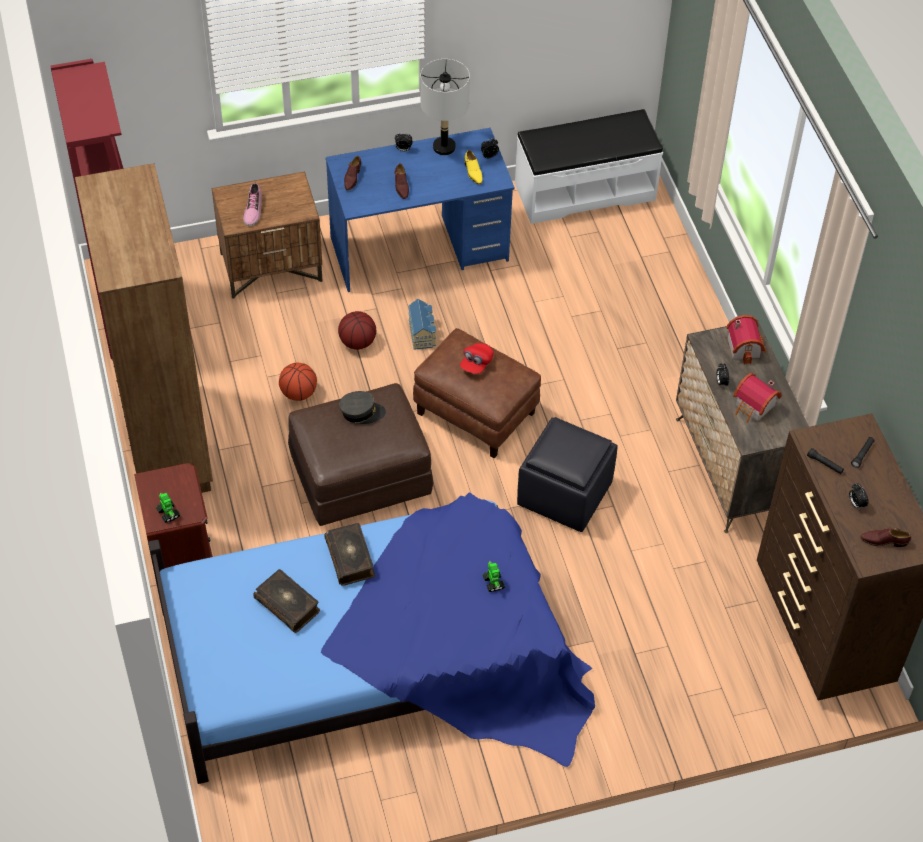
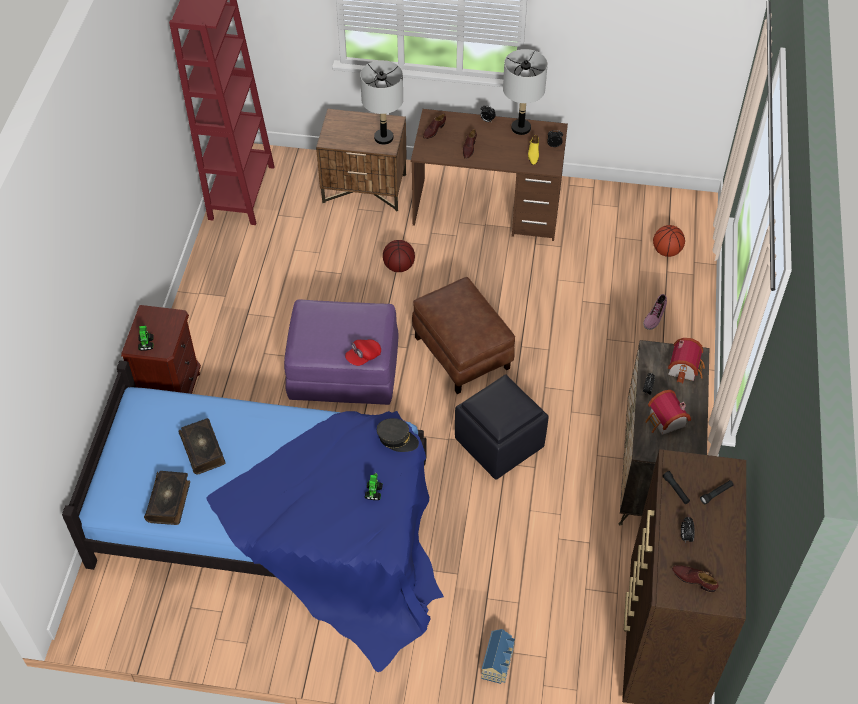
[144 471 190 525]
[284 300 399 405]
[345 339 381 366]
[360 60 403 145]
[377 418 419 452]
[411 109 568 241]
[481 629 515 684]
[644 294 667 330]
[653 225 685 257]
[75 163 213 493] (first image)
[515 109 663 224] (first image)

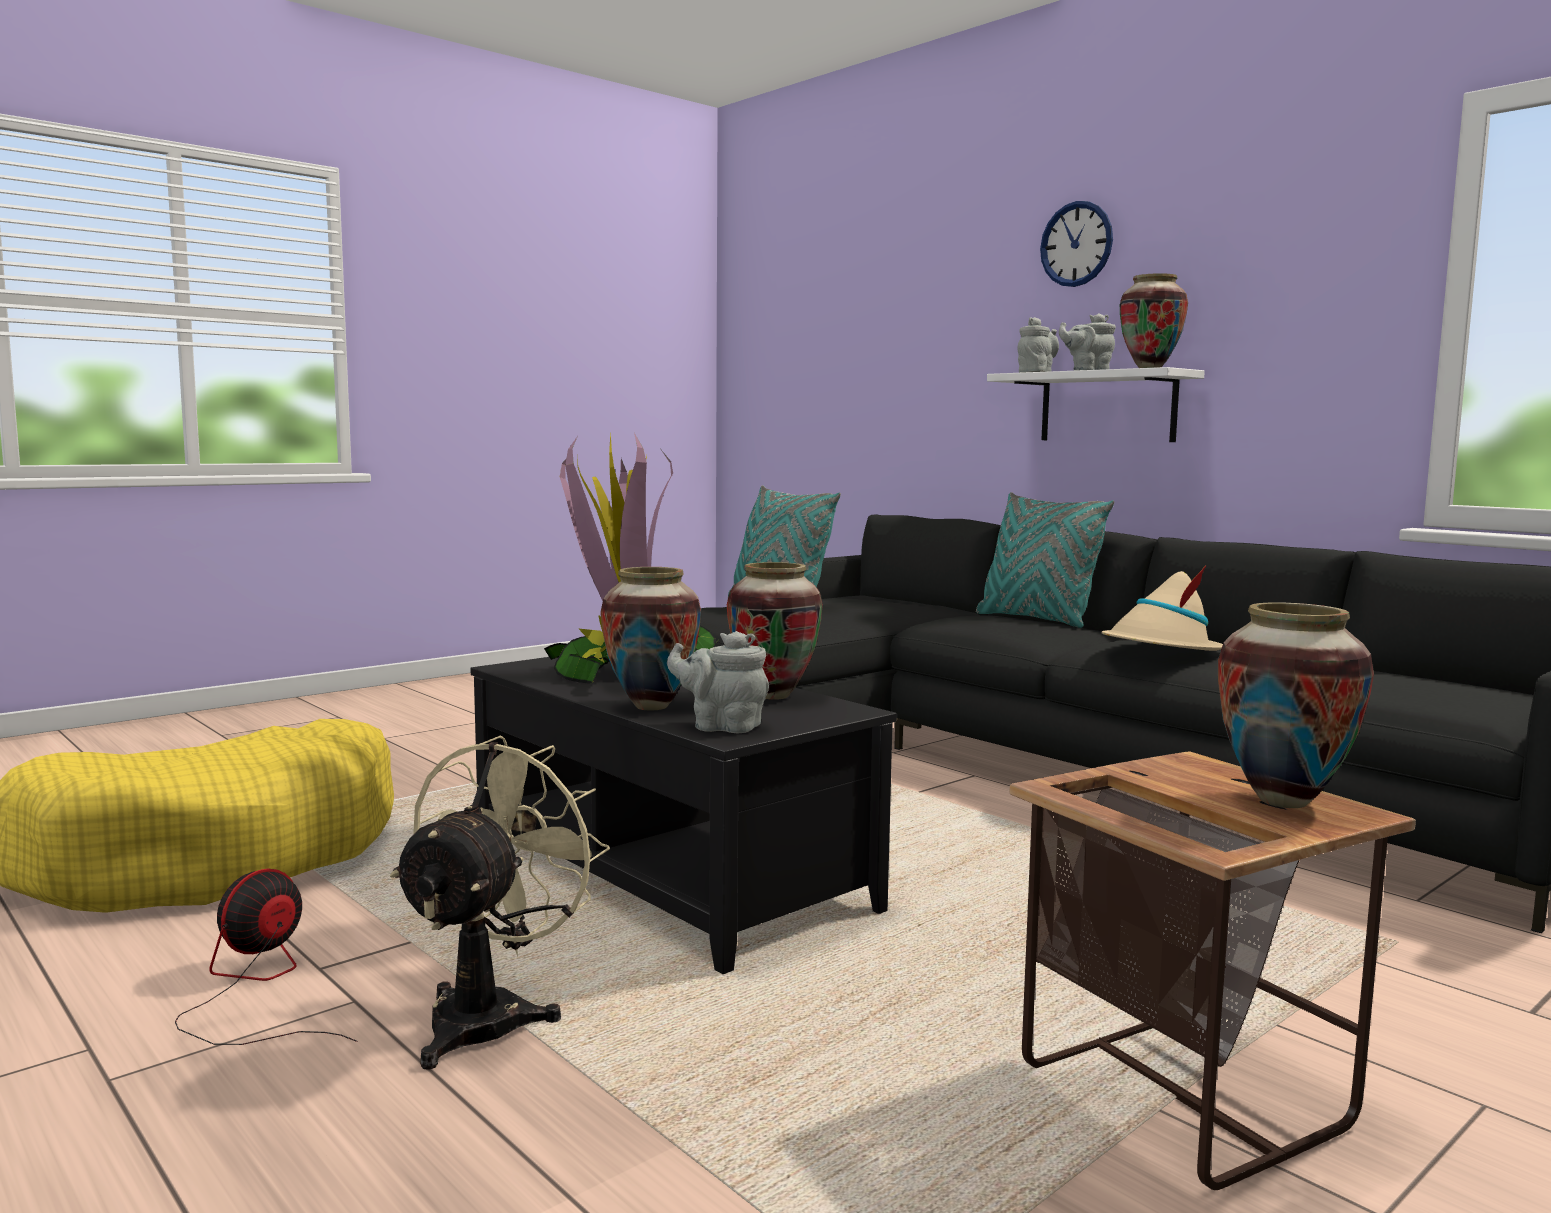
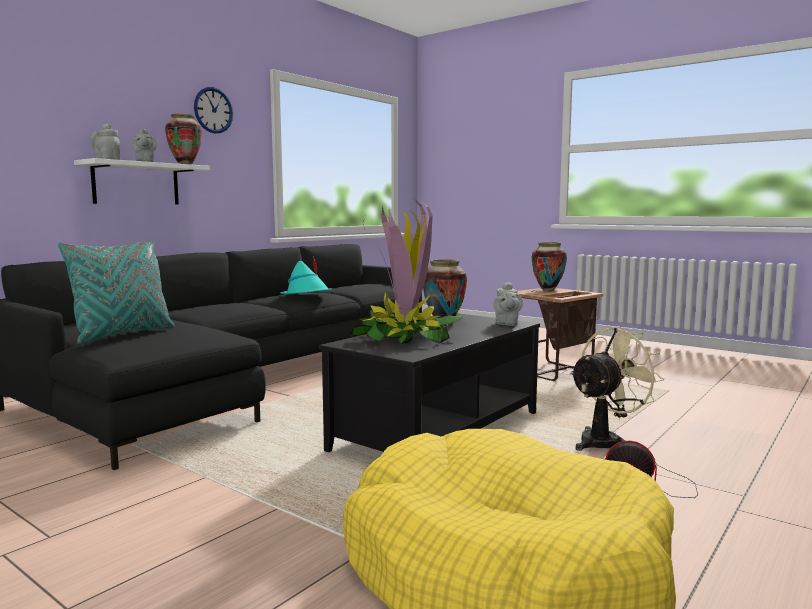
[194 87 233 134]
[280 256 332 295]
[570 327 665 451]
[600 567 701 710] (first image)
[976 492 1114 628] (first image)

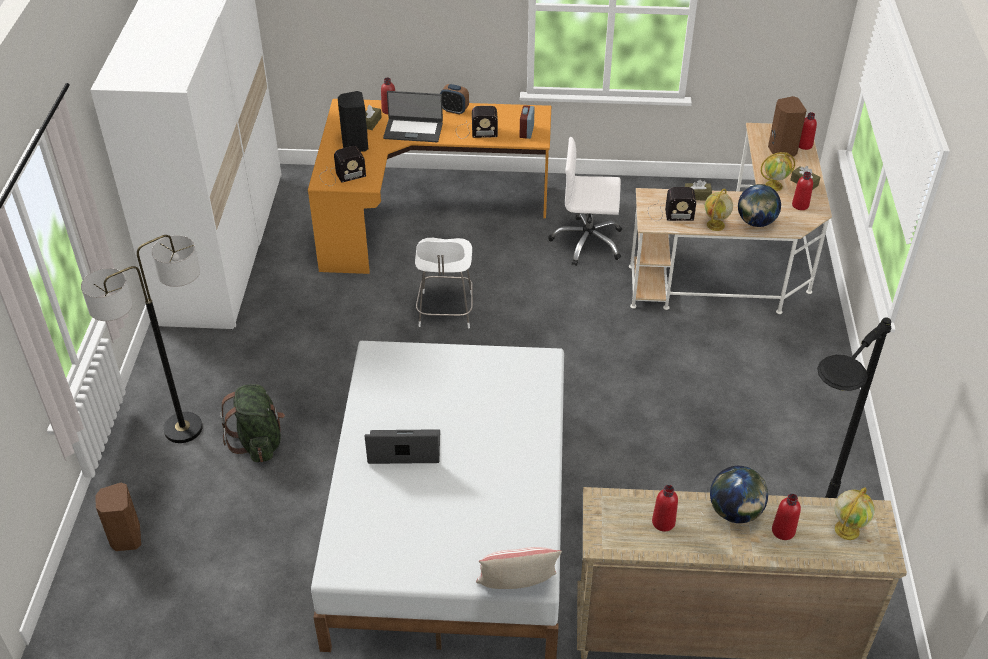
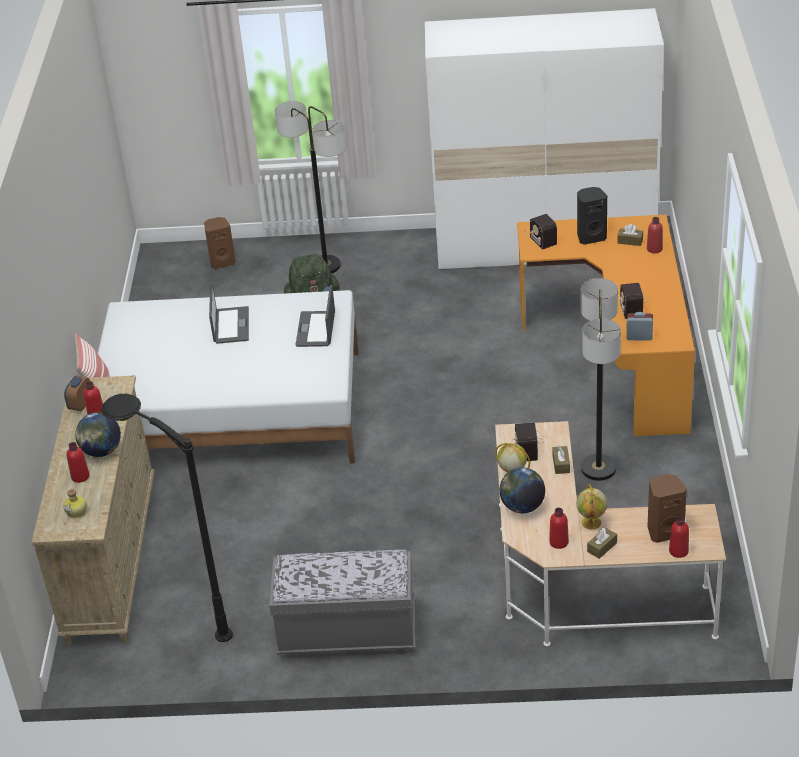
[63 489 87 518]
[64 376 90 411]
[269 550 415 658]
[296 285 335 347]
[581 278 621 481]
[415 238 473 328] (first image)

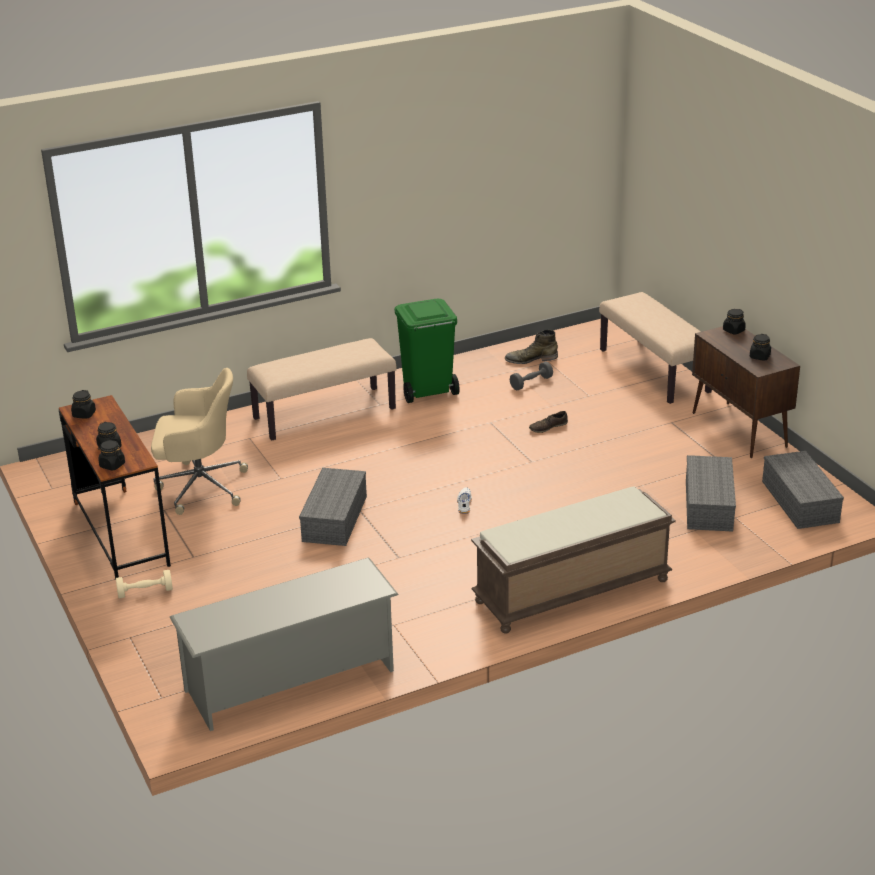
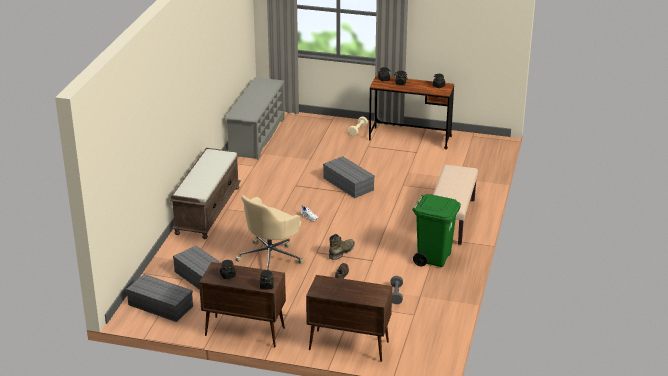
[235 195 304 270]
[306 275 392 362]
[329 234 355 260]

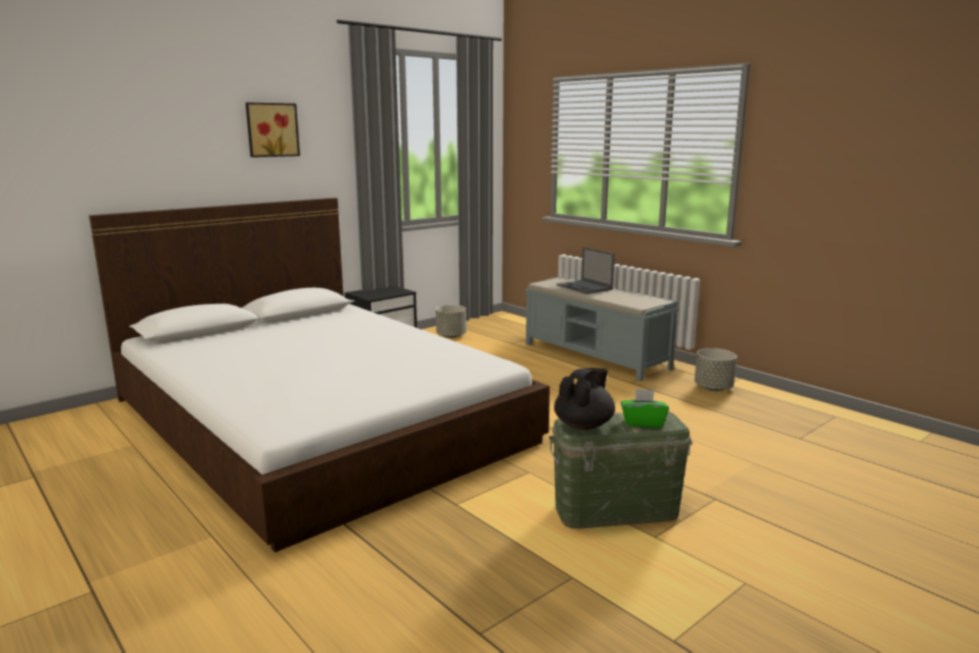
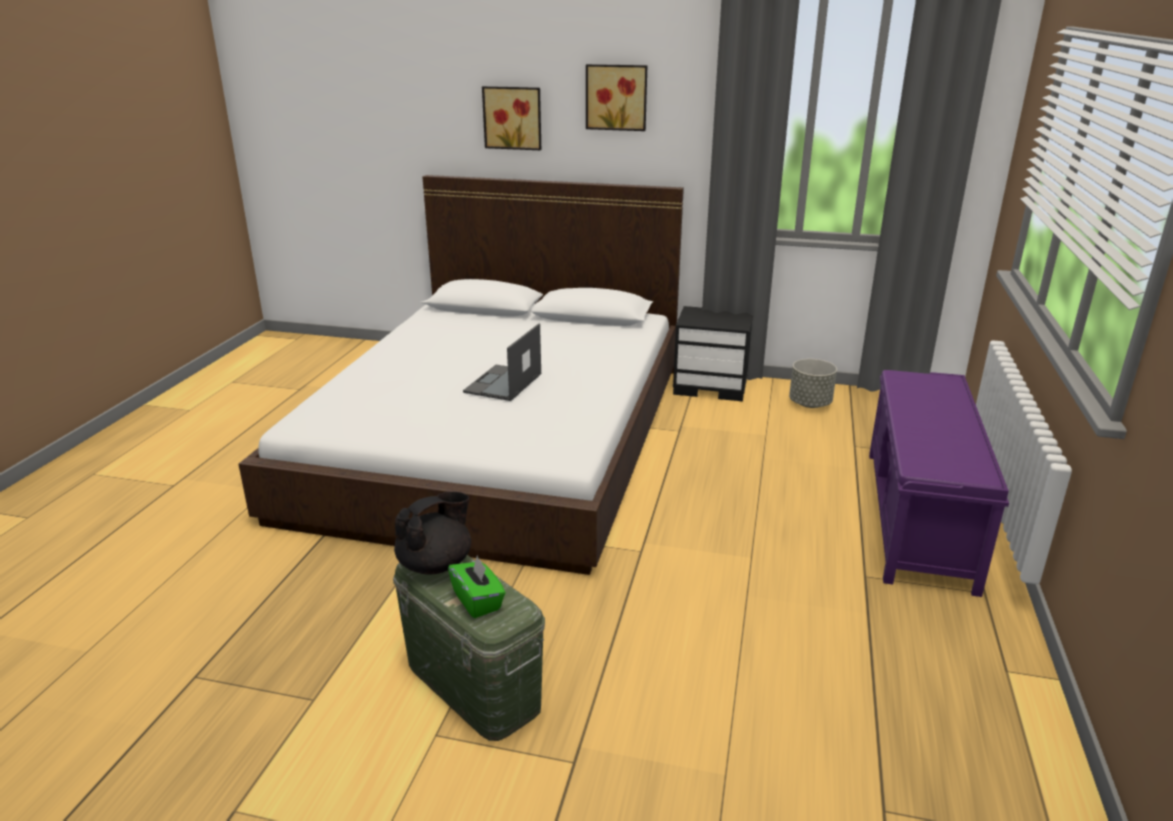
[394 492 471 574]
[463 324 541 401]
[482 86 541 150]
[869 370 1009 597]
[694 348 737 391] (first image)

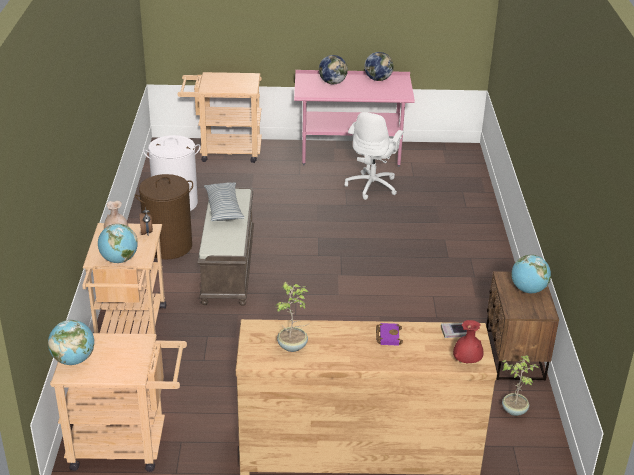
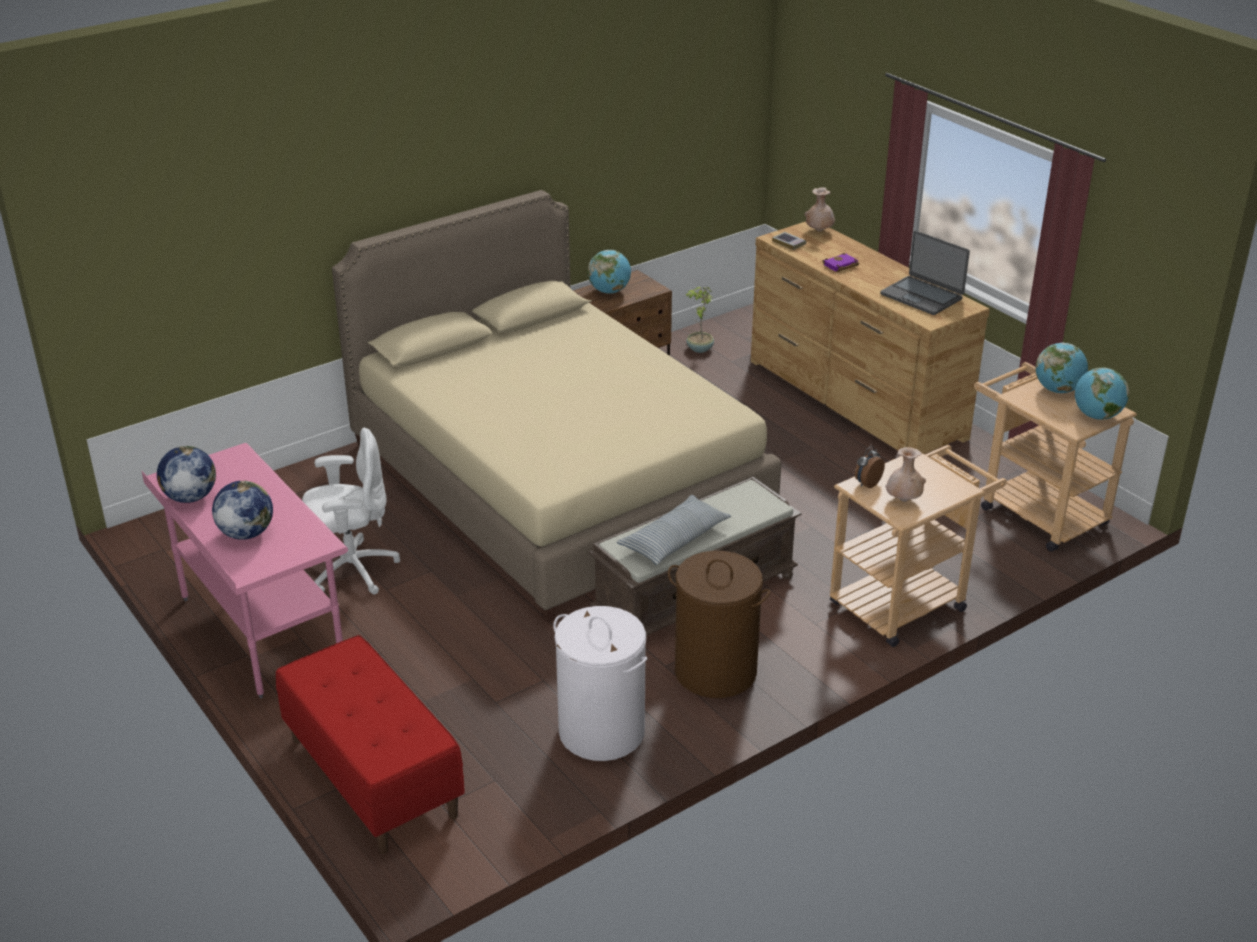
[276 635 465 854]
[332 190 781 623]
[805 187 835 232]
[880 231 970 315]
[1035 342 1088 393]

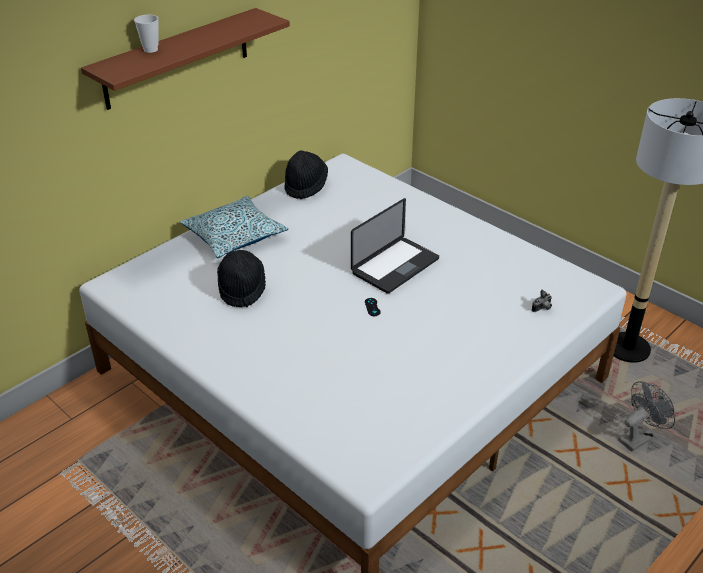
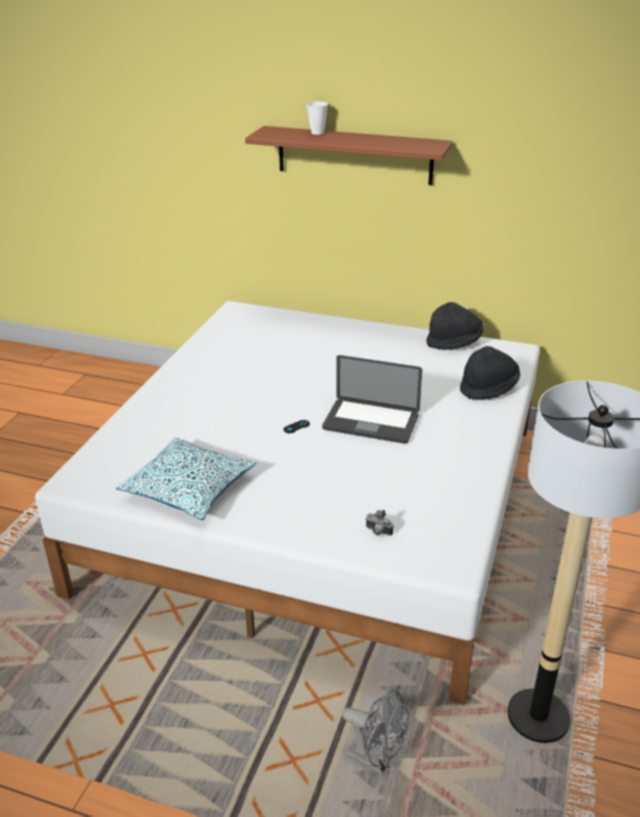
[116 437 257 520]
[460 346 520 400]

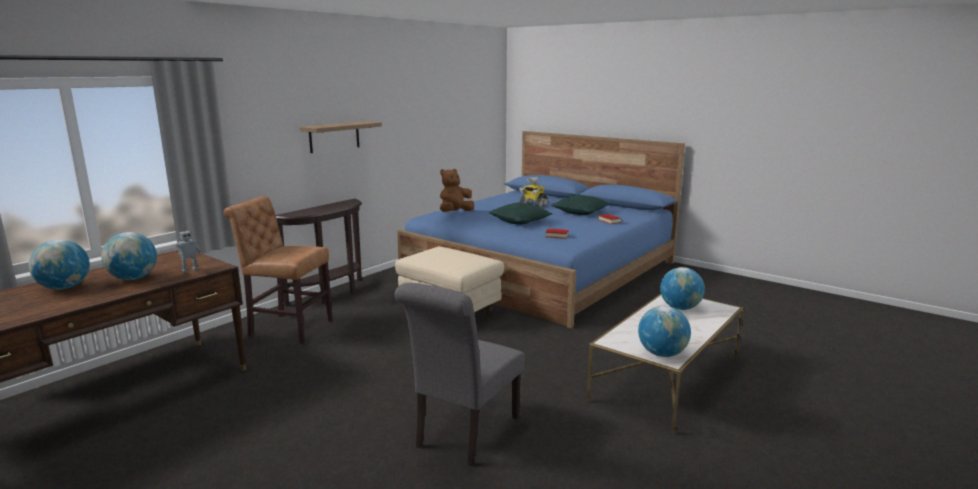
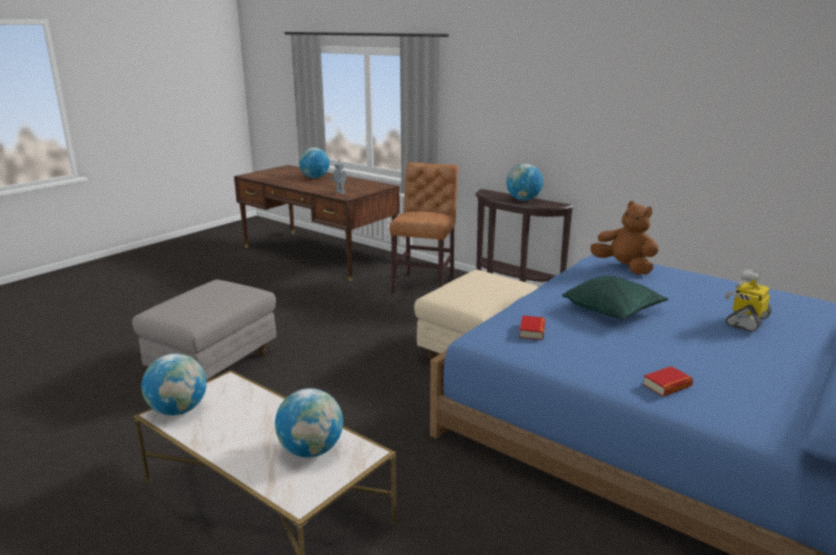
[132 279 276 381]
[506 164 543 201]
[300 121 382 153] (first image)
[551 195 611 215] (first image)

